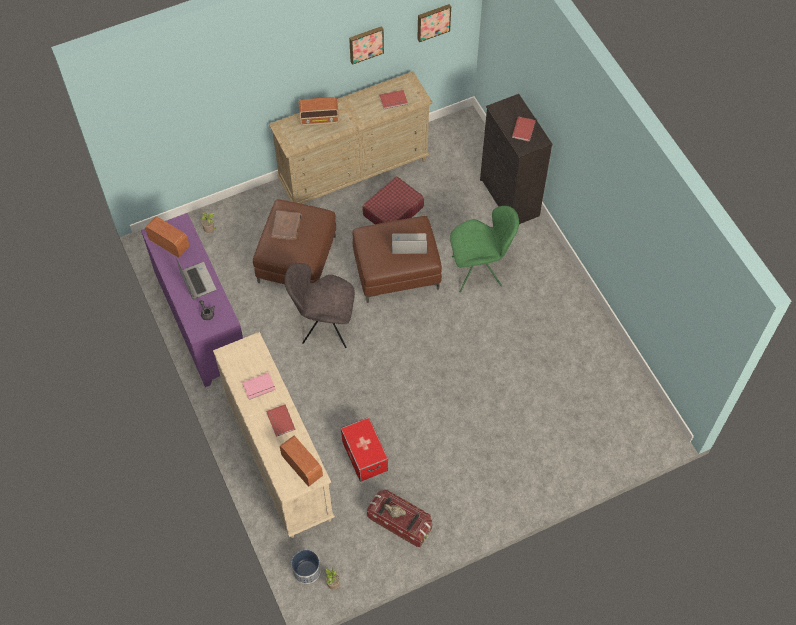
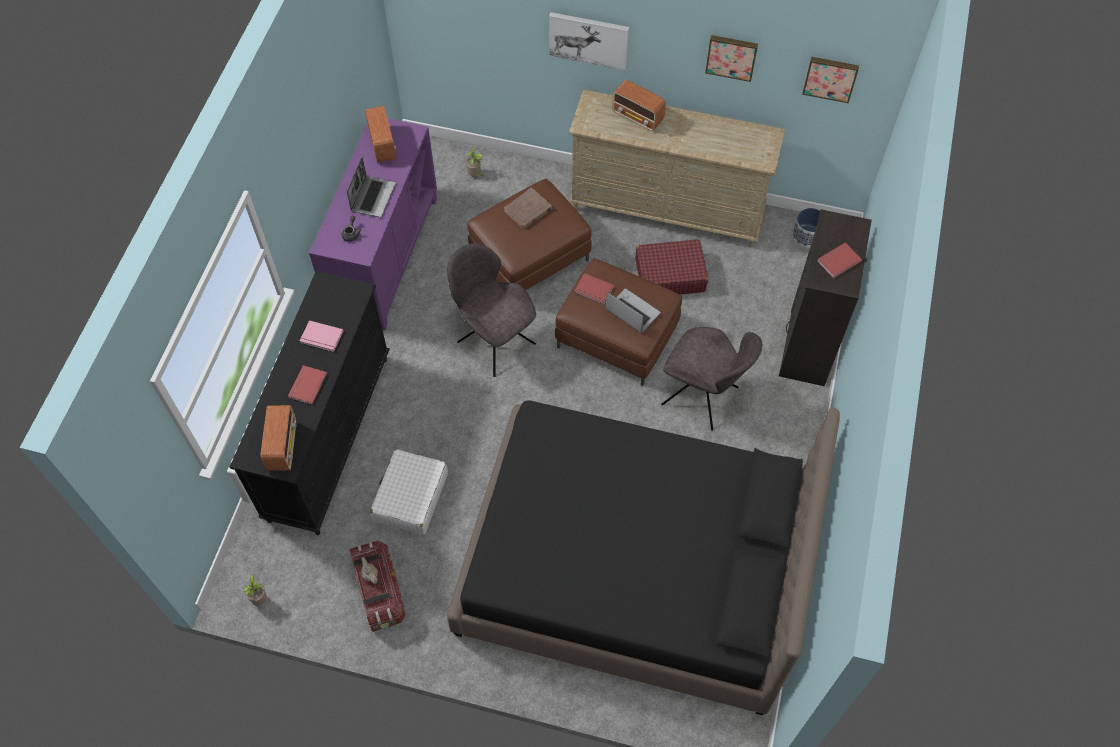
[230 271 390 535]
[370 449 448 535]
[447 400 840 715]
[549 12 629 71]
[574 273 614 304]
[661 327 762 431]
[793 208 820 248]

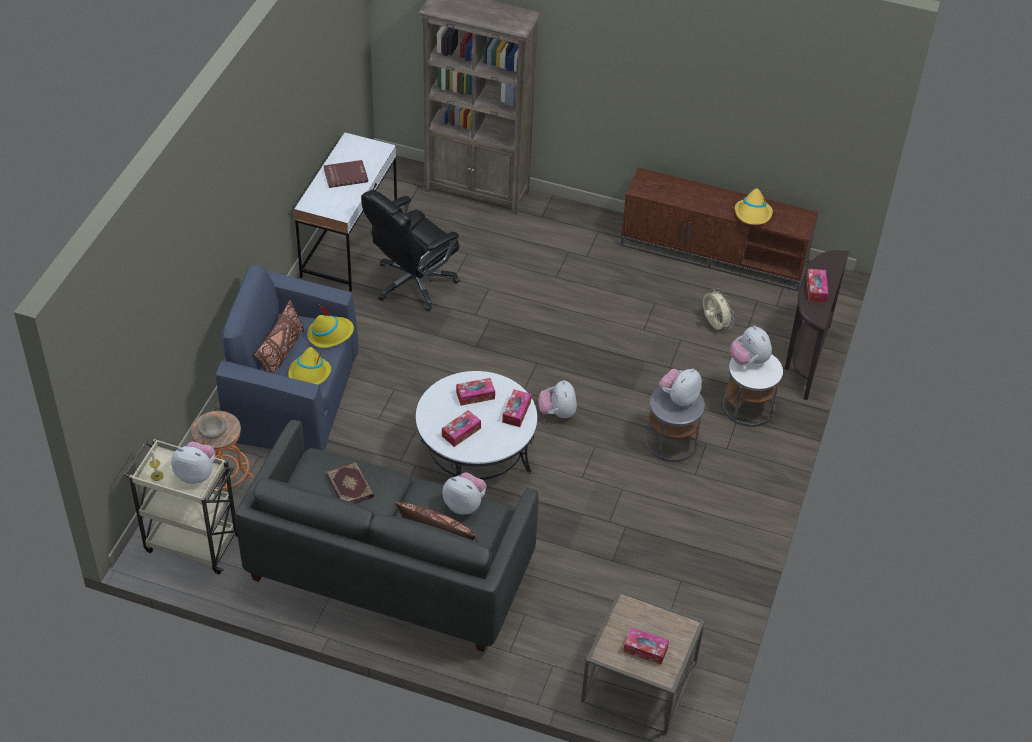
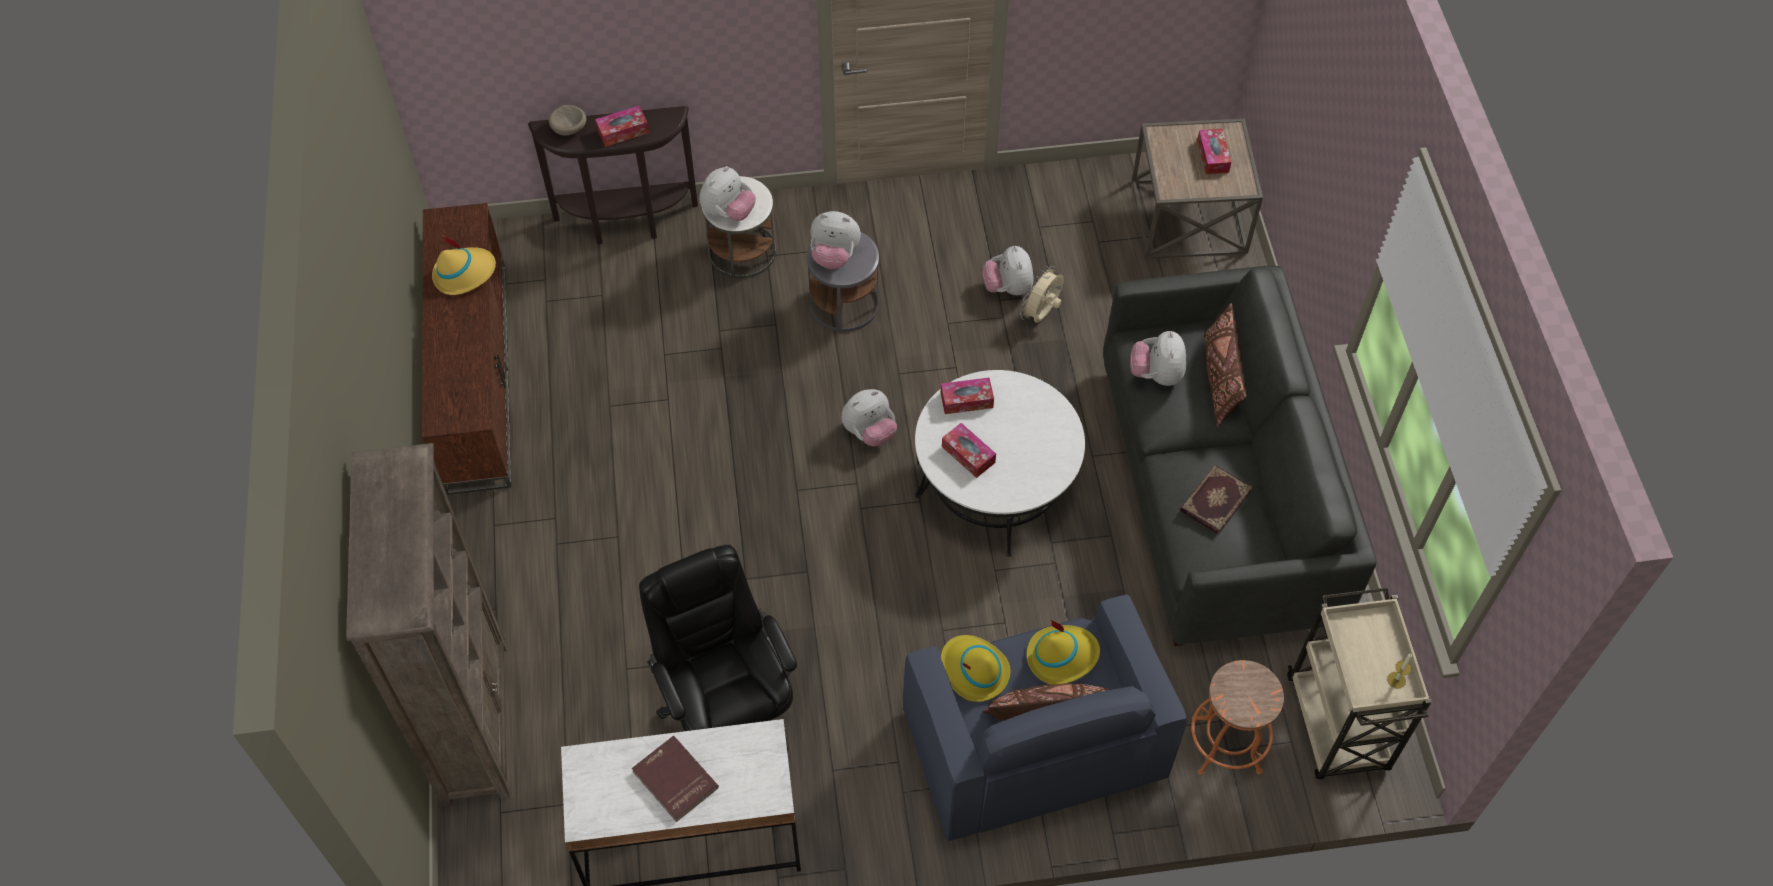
[549 105 587 136]
[639 544 797 751]
[982 246 1034 295]
[1020 266 1064 323]
[442 410 481 447] (first image)

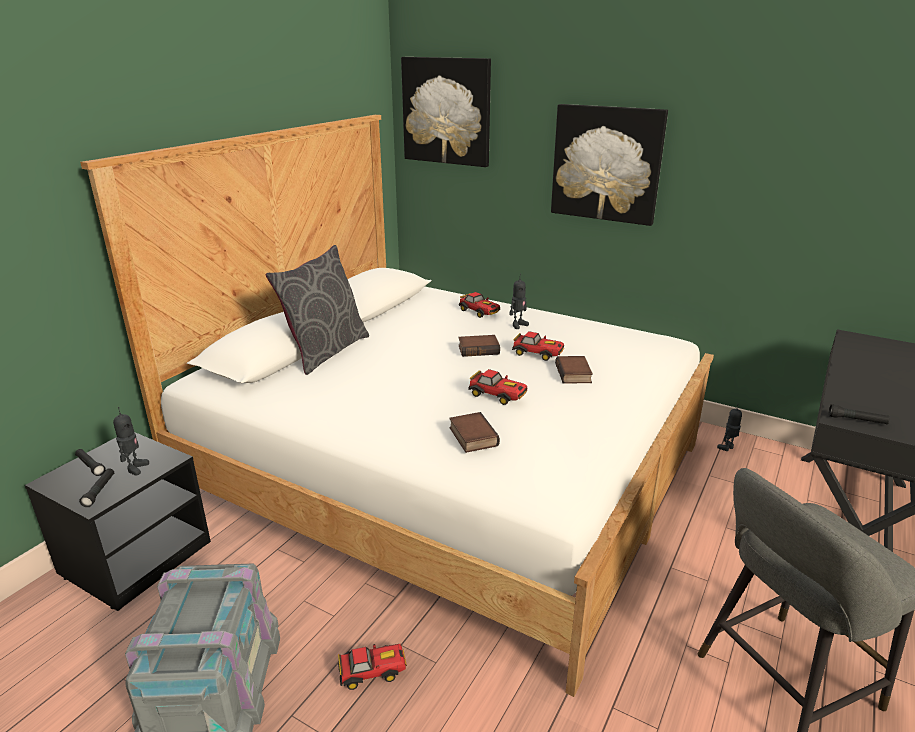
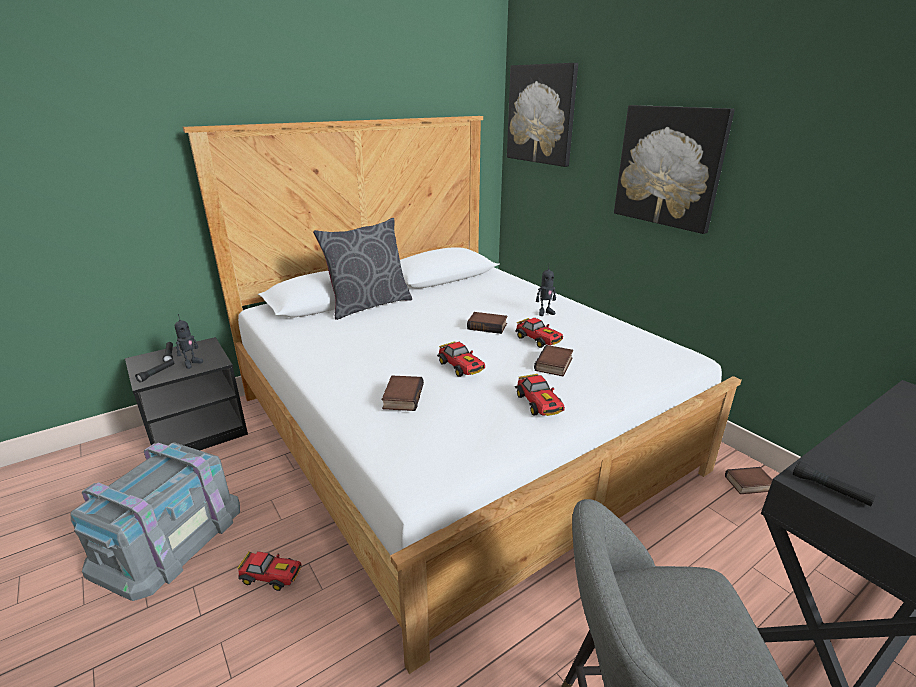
[515 374 565 416]
[725 467 773 494]

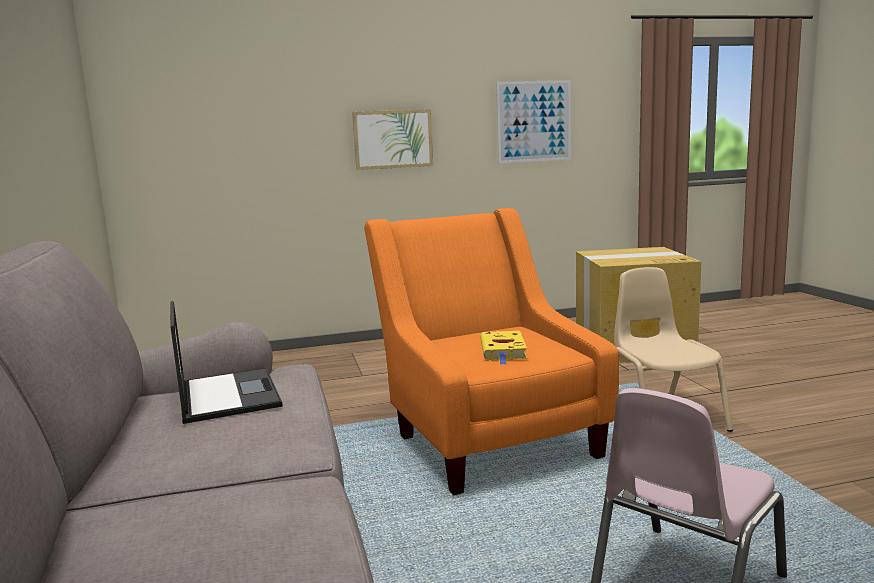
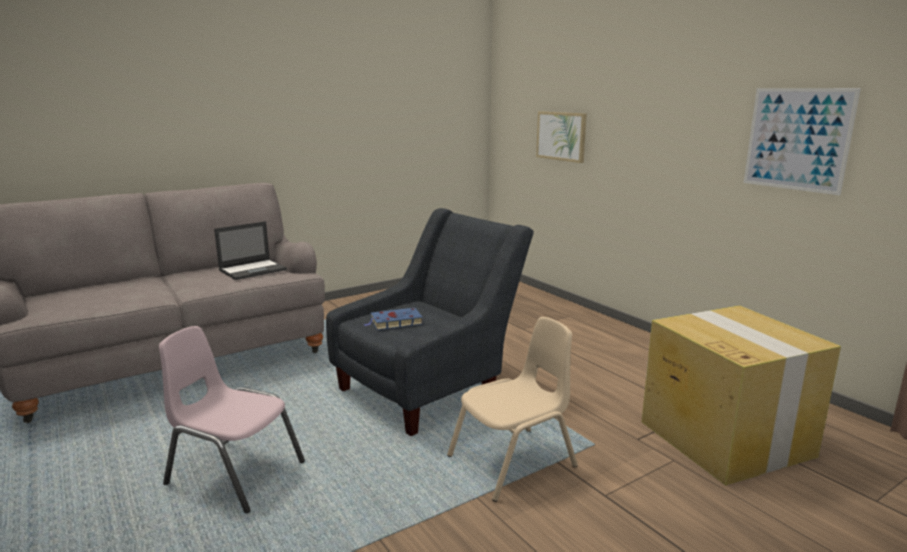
[326 208 534 436]
[363 308 423 330]
[536 112 587 163]

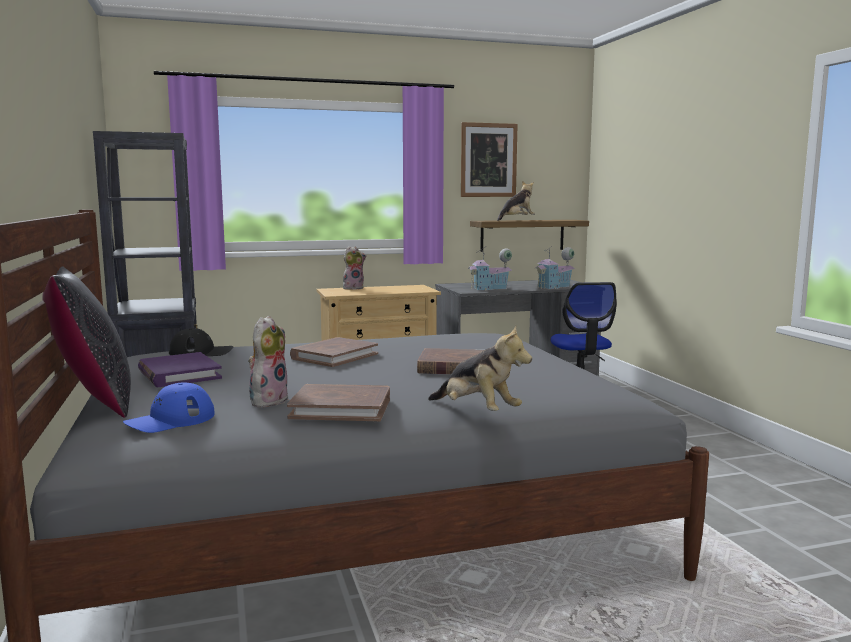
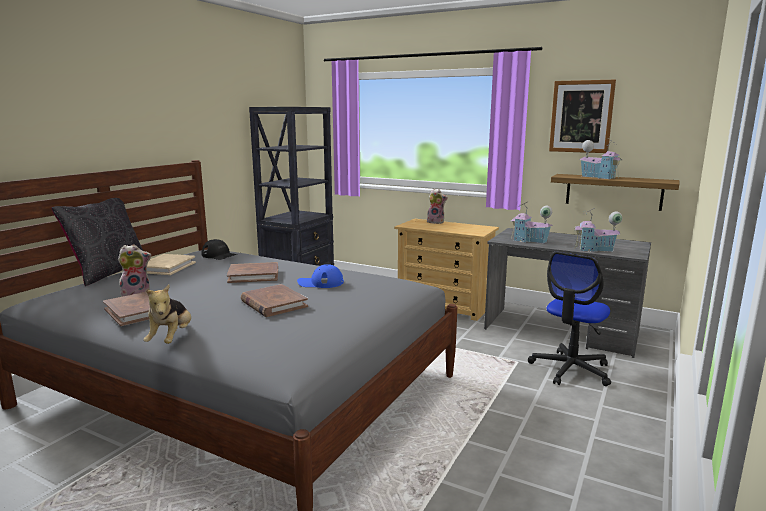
[147 254 196 275]
[297 264 344 288]
[579 139 622 179]

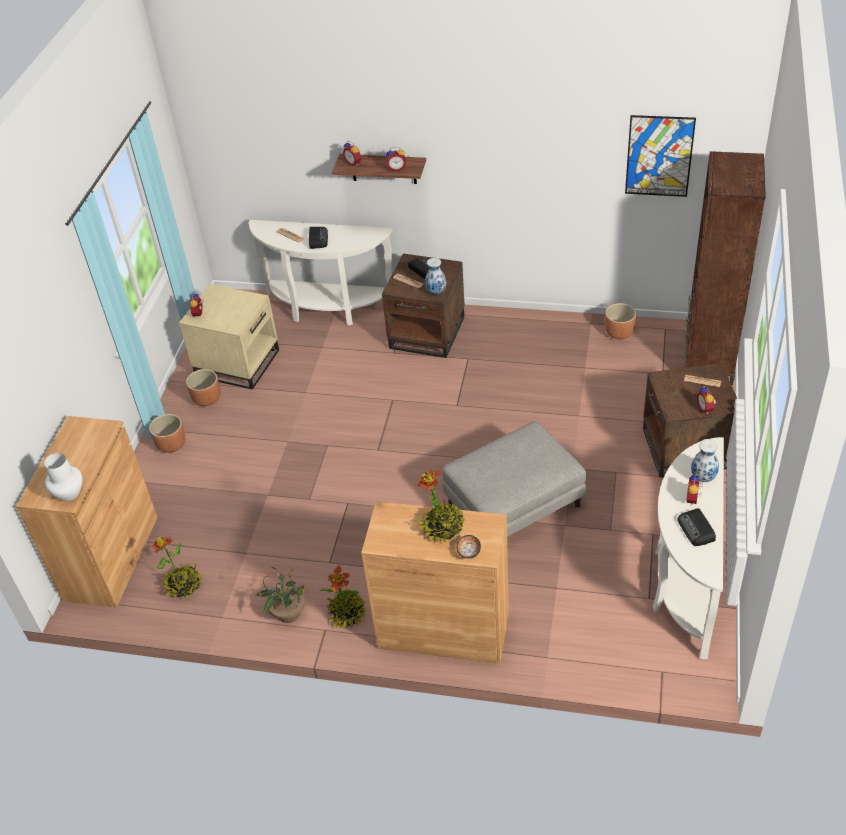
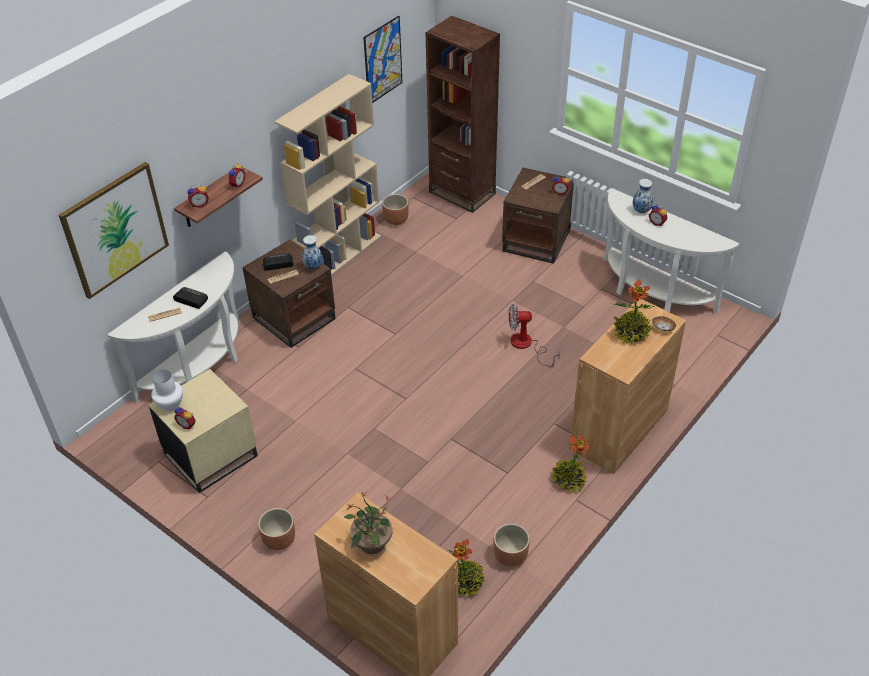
[59 162 169 299]
[151 370 183 411]
[274 74 381 276]
[344 492 392 554]
[494 524 530 567]
[509 304 560 366]
[677 508 716 546] (first image)

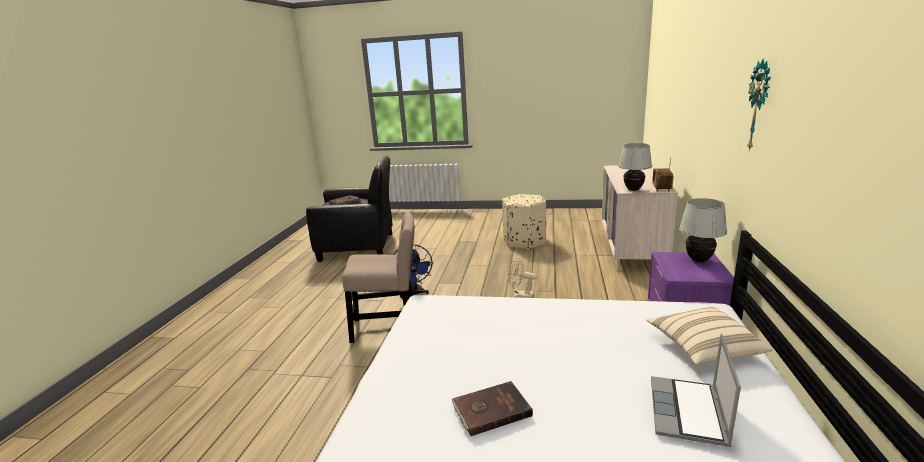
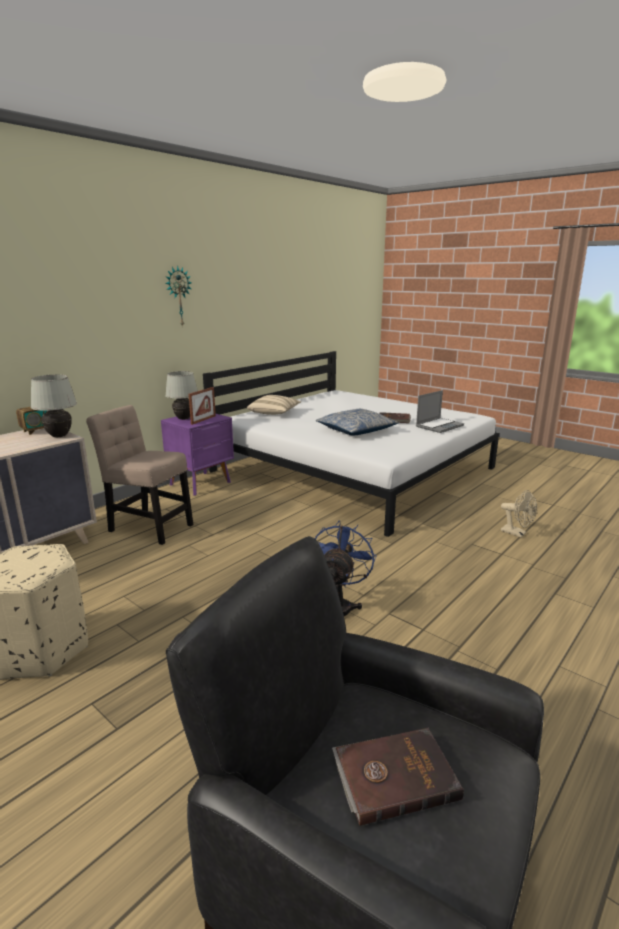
[86 405 193 545]
[189 387 216 425]
[316 409 399 435]
[416 390 464 433]
[501 490 537 538]

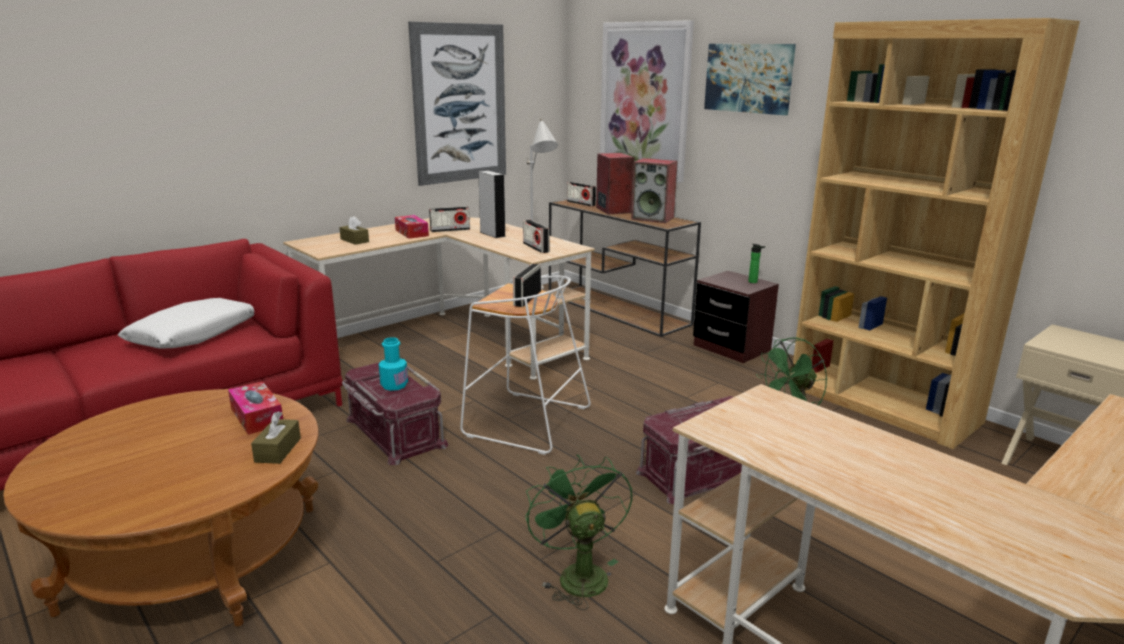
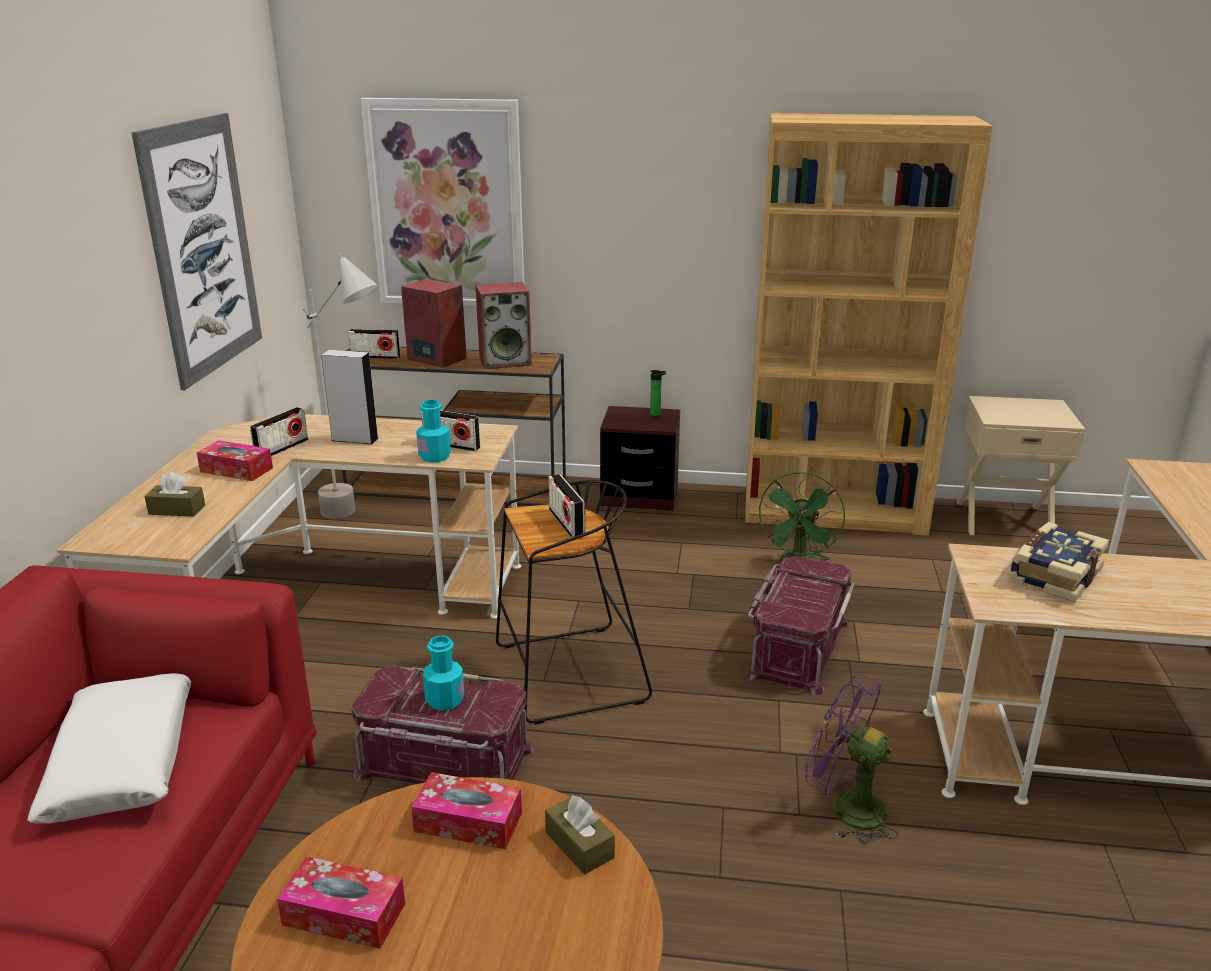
[277 856 405 949]
[416 399 451 463]
[496 480 652 725]
[805 674 898 845]
[1009 522 1109 603]
[704 44 796 115] (first image)

